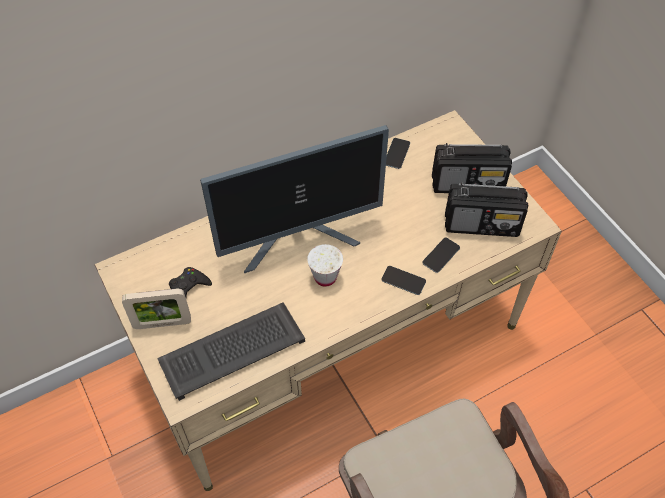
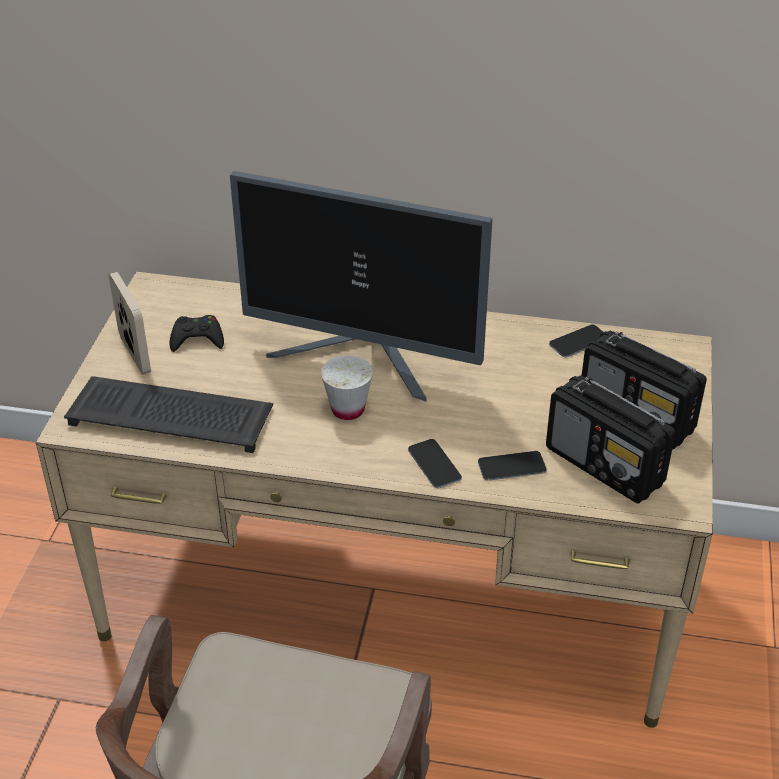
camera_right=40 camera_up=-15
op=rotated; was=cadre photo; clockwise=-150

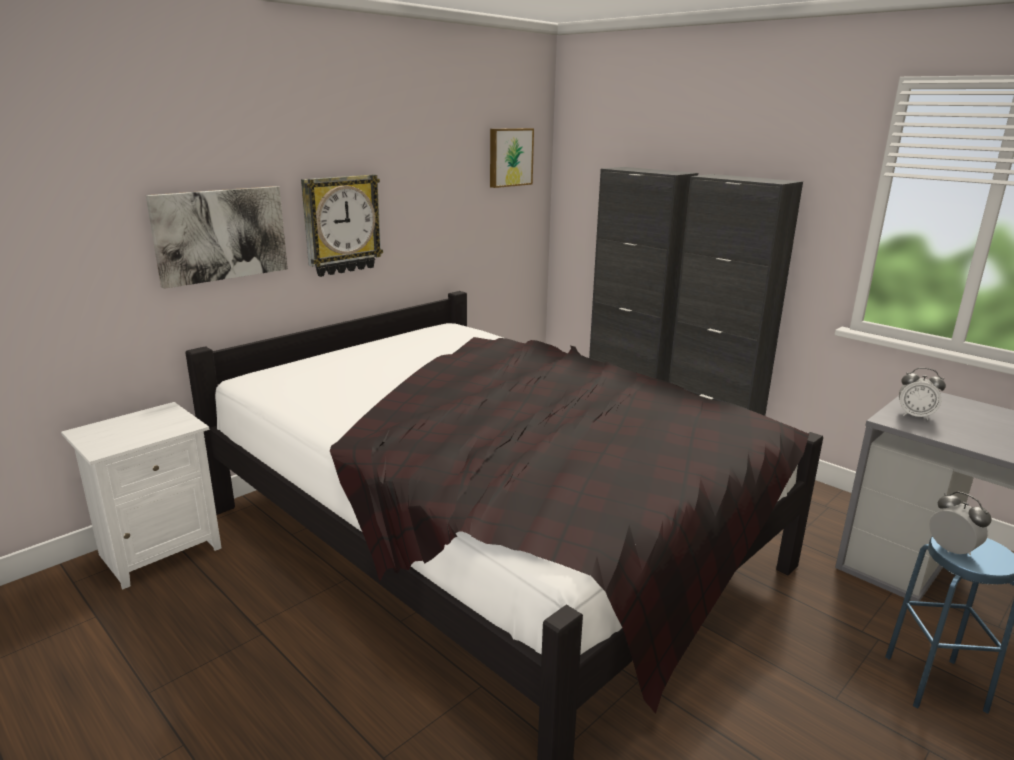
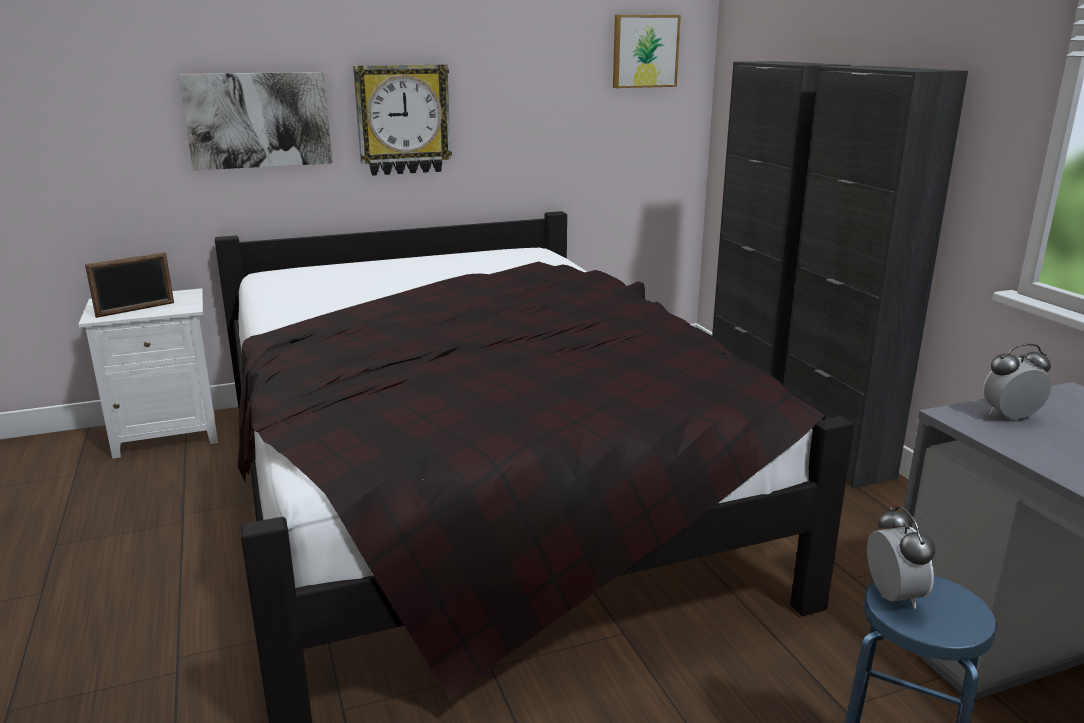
camera_right=25 camera_up=0
op=new; now=cadre photo
op=rotated; was=réveil (no. 1 from left in the first image); clockwise=120

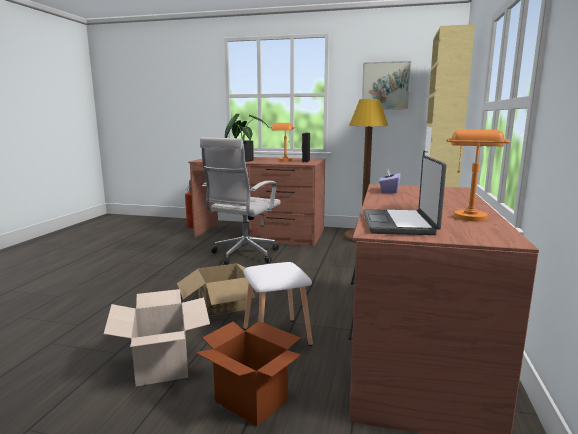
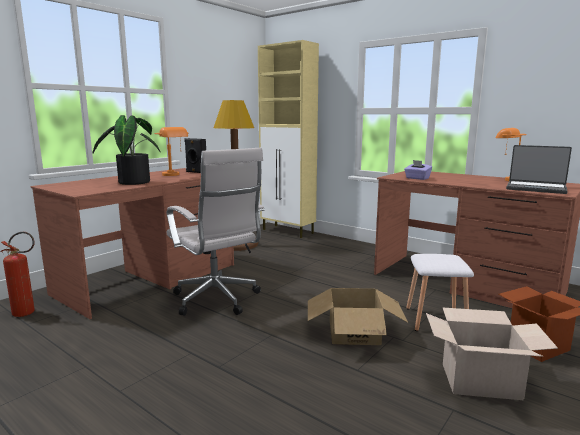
camera_right=-65 camera_up=0
op=gone; was=tableau

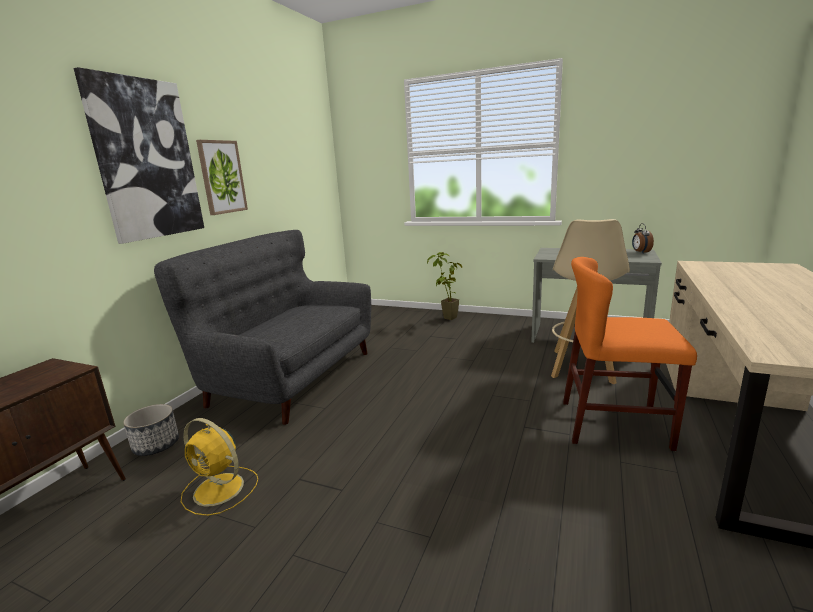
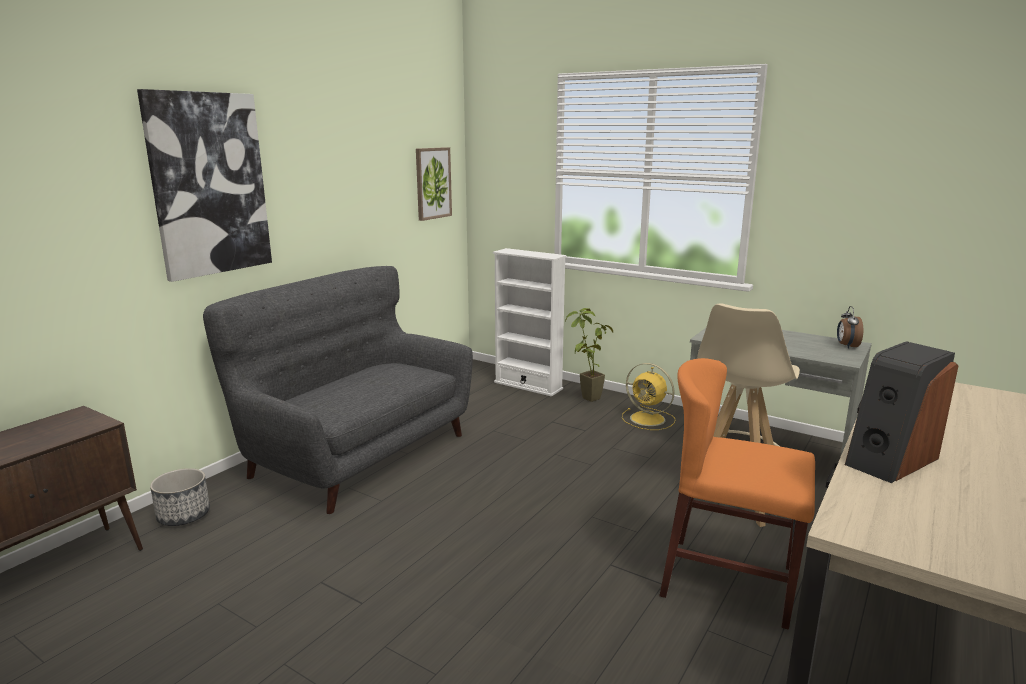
camera_right=10 camera_up=0
op=new; now=bibliothèque [blanc]
op=new; now=enceinte
op=shifted; was=ventilateur [jaune]
op=shifted; was=tableau (no. 2 from left)

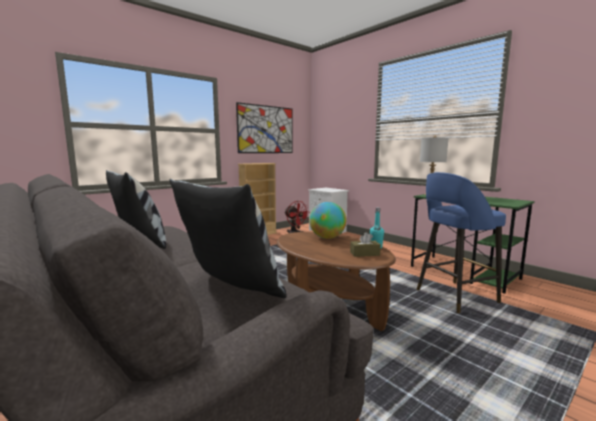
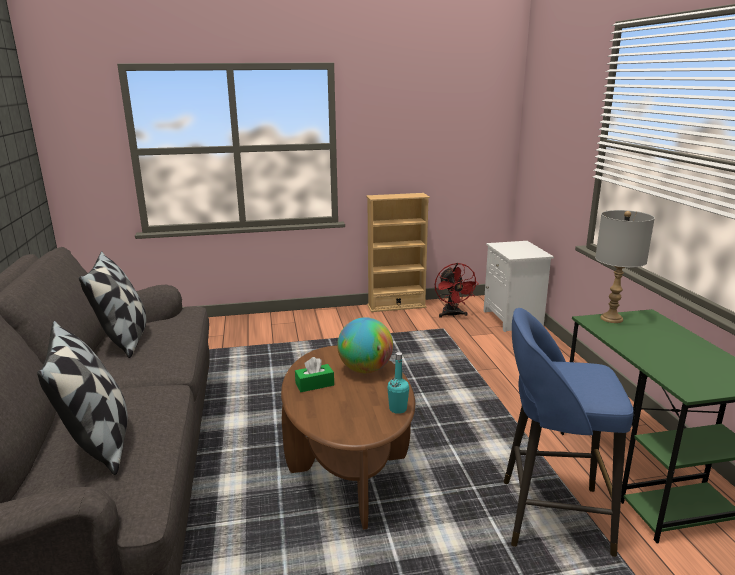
camera_right=30 camera_up=10
op=gone; was=tableau
op=gone; was=boîte à mouchoirs [marron]
op=new; now=boîte à mouchoirs [vert]

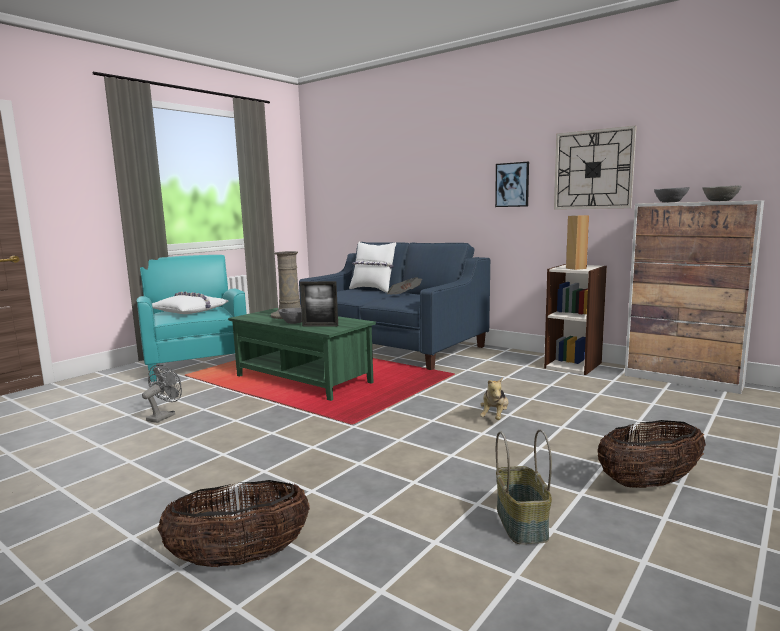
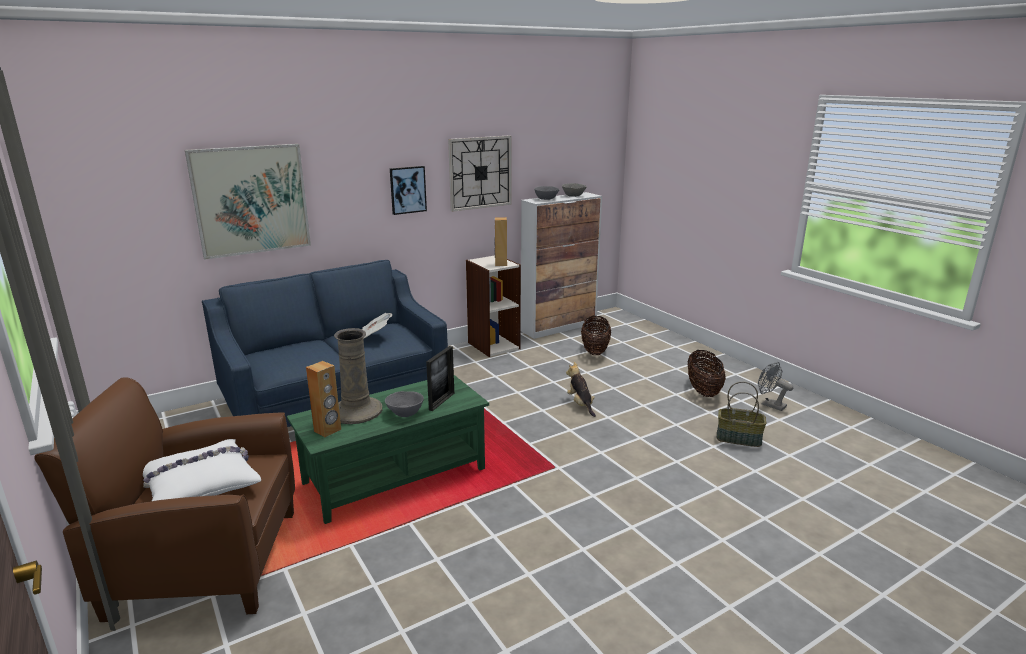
camera_right=-70 camera_up=10
op=gone; was=coussin [blanc] (no. 2 from left)
op=new; now=tableau (no. 1 from left)
op=new; now=enceinte [marron] (no. 1 from left)
op=shifted; was=ventilateur [gris]
op=shifted; was=panier (no. 1 from left)
op=repainted; was=fauteuil [turquoise]; now=fauteuil [marron]
op=rotated; was=peluche; clockwise=-150

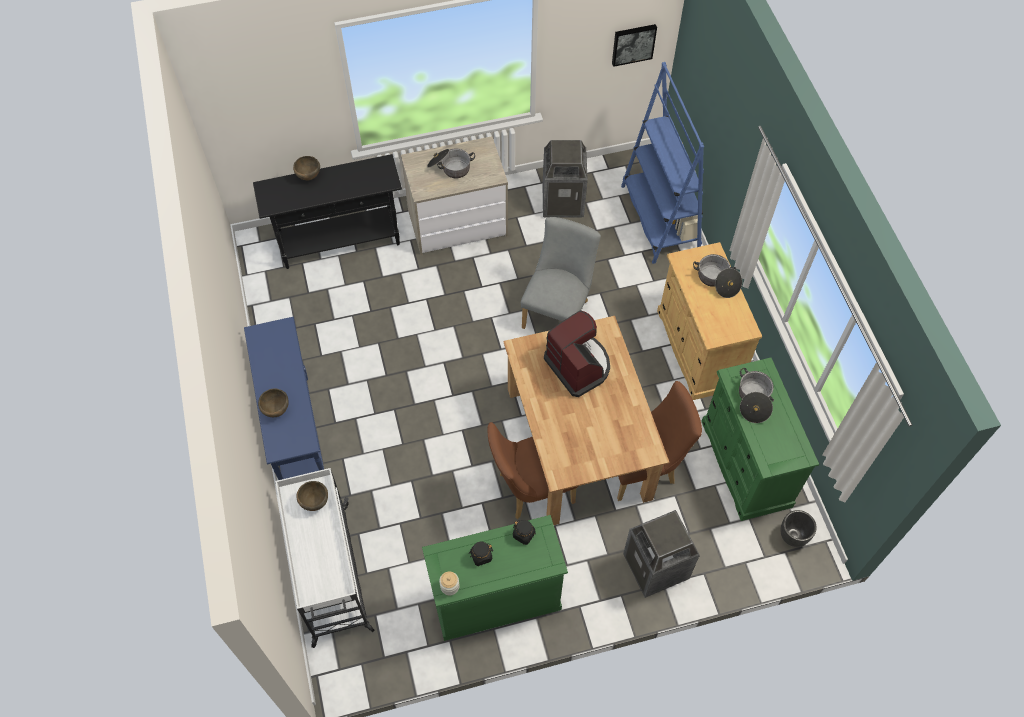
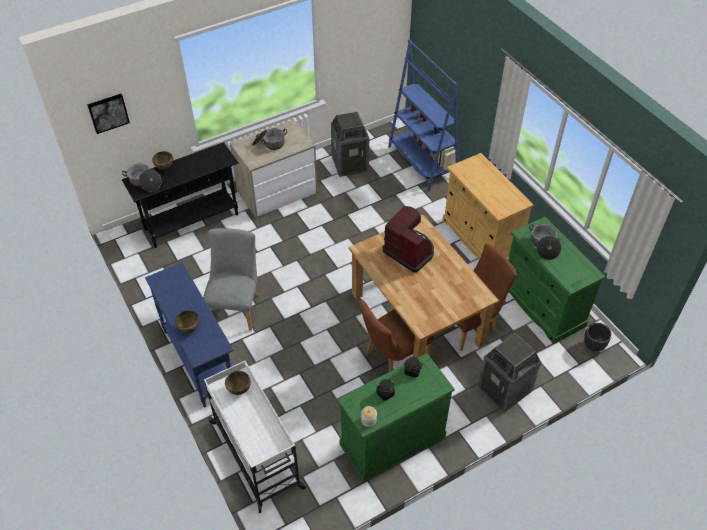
camera_right=-15 camera_up=-10
op=shifted; was=chaise [gris]
op=shifted; was=tableau
op=shifted; was=marmite (no. 2 from left in the first image); now=marmite (no. 1 from left)

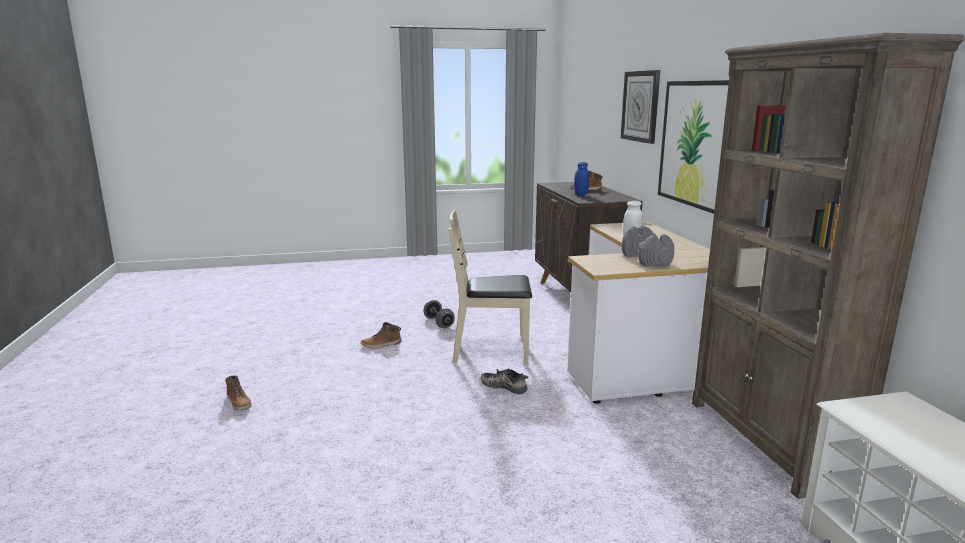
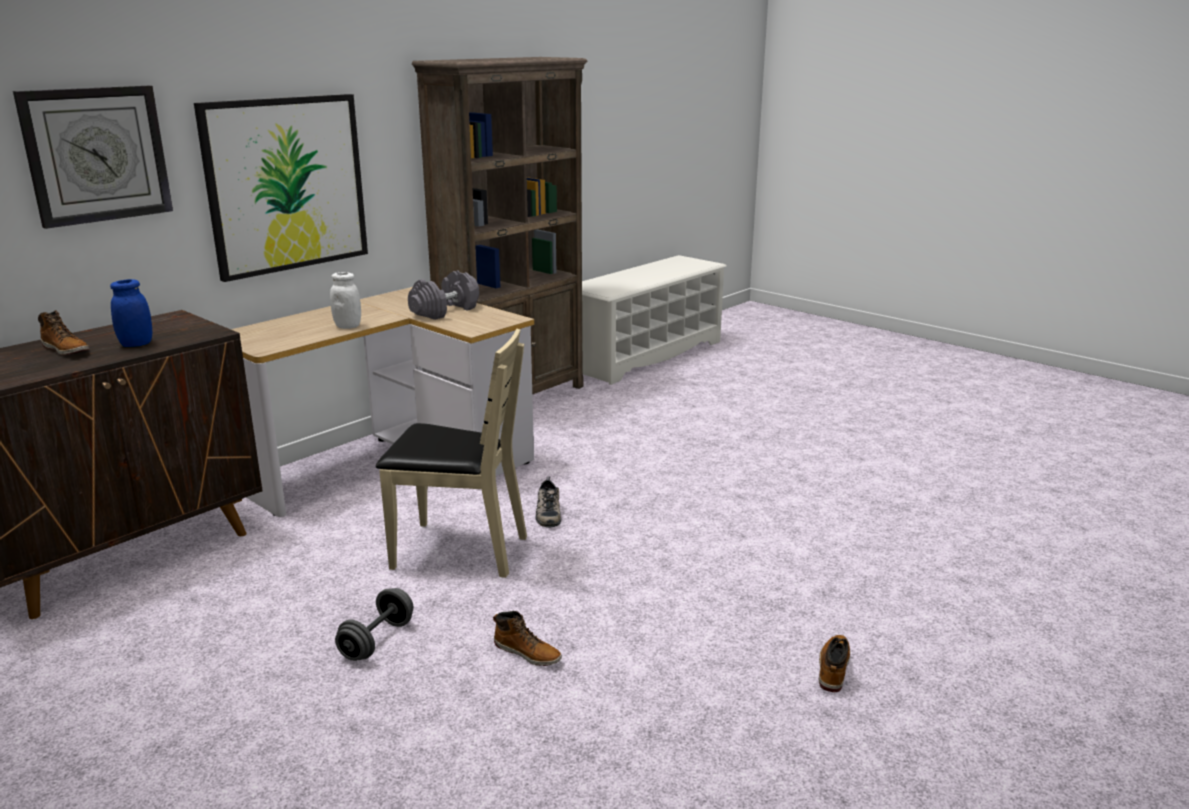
camera_right=-125 camera_up=5
op=rotated; was=chaise [beige]; clockwise=-45

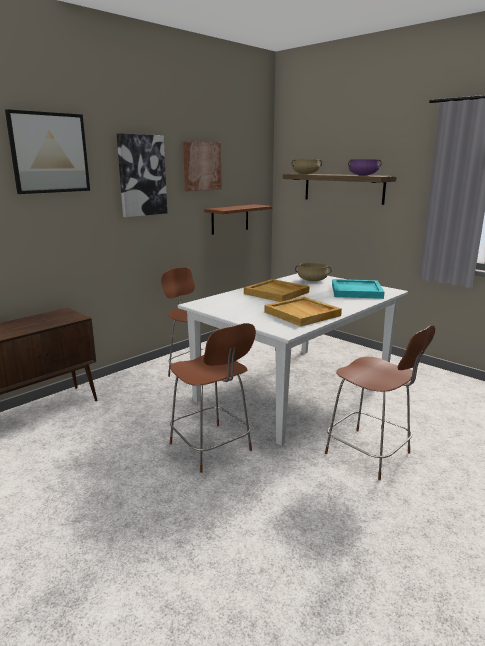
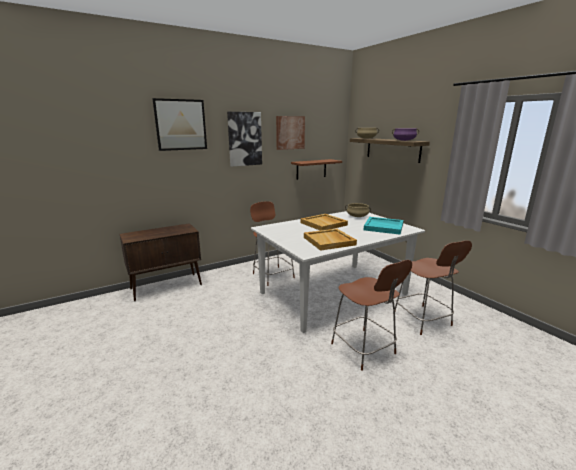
camera_right=15 camera_up=0
op=shifted; was=chaise [marron] (no. 2 from left in the first image); now=chaise [marron] (no. 3 from left)

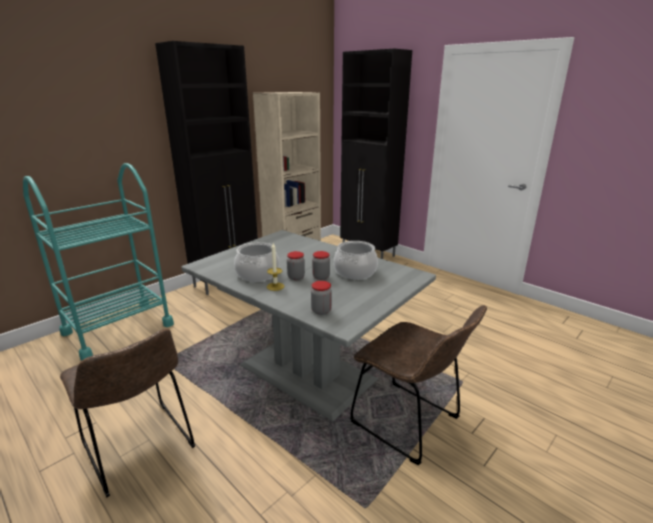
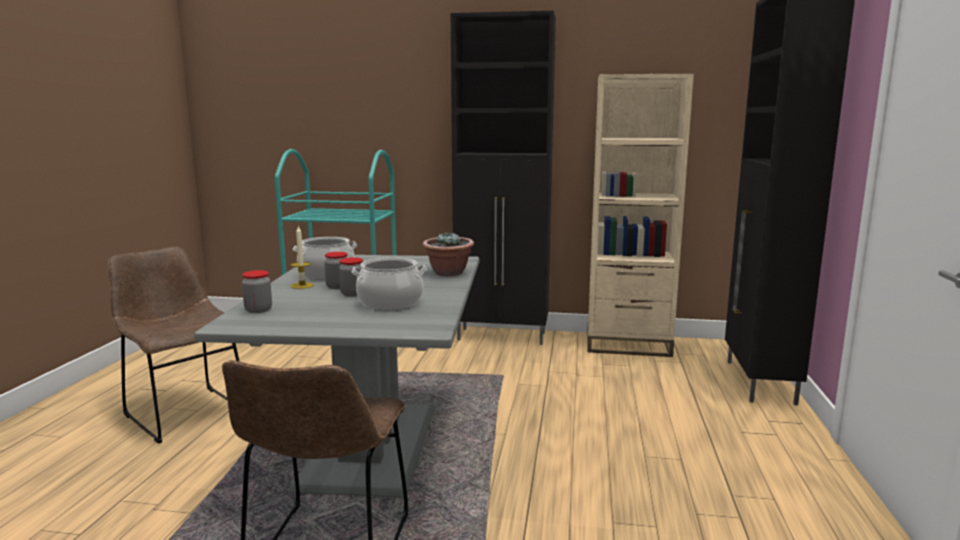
camera_right=55 camera_up=-10
op=new; now=plante en pot
op=rotated; was=chaise [marron] (no. 1 from left); clockwise=120

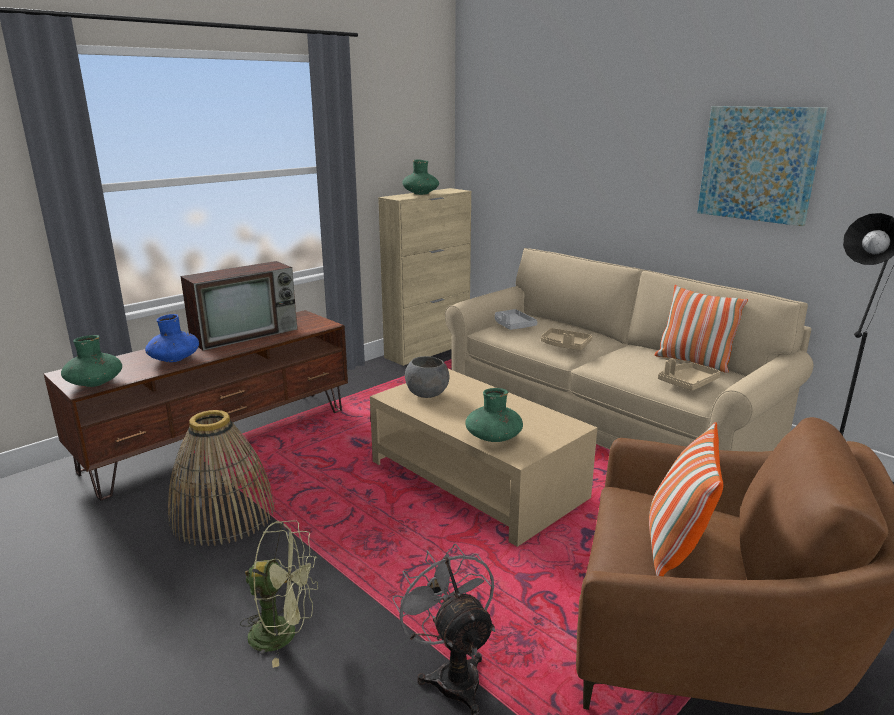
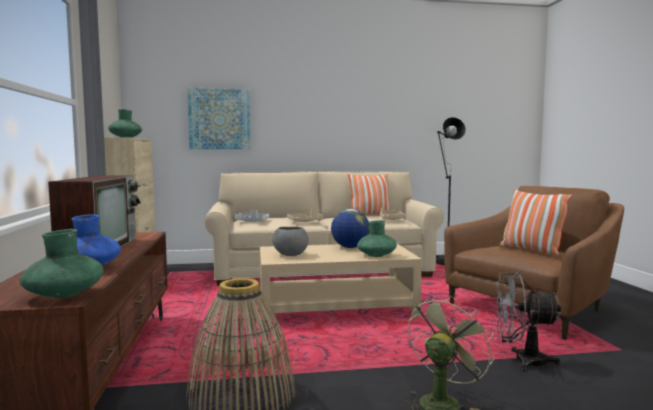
camera_right=-55 camera_up=-15
op=new; now=globe
op=shifted; was=tableau

